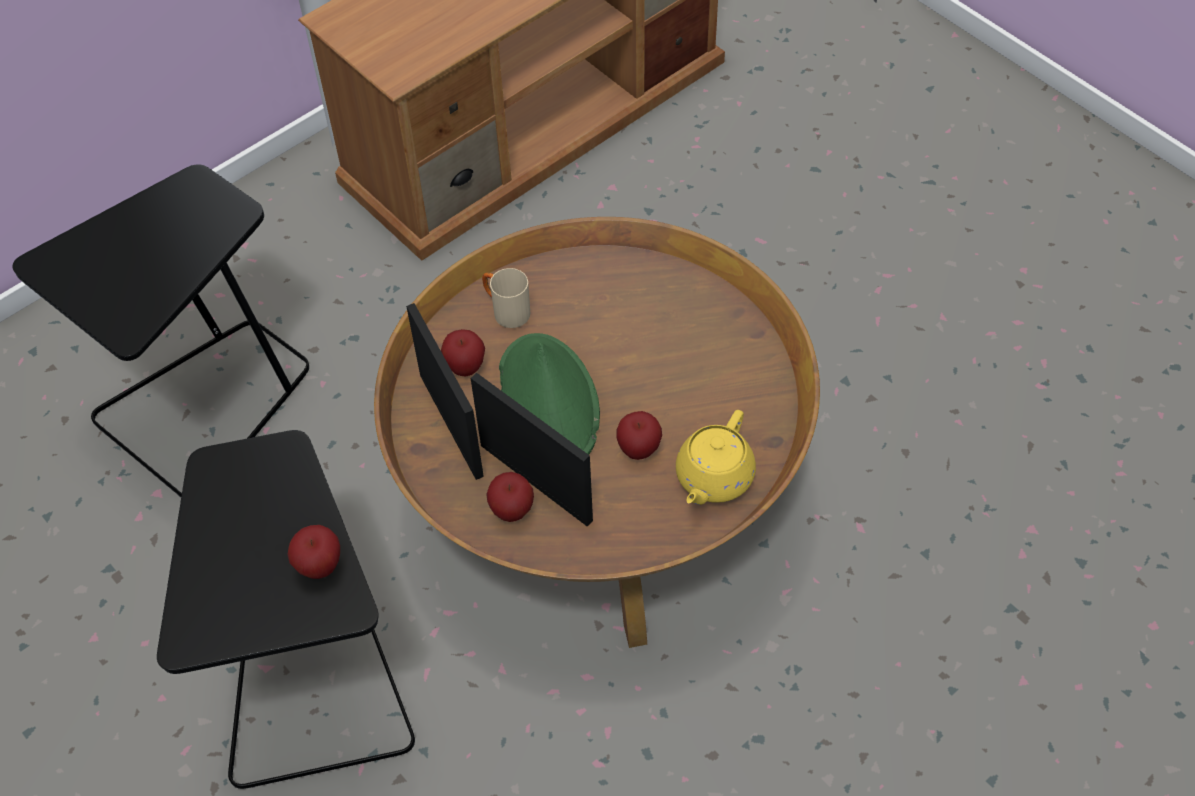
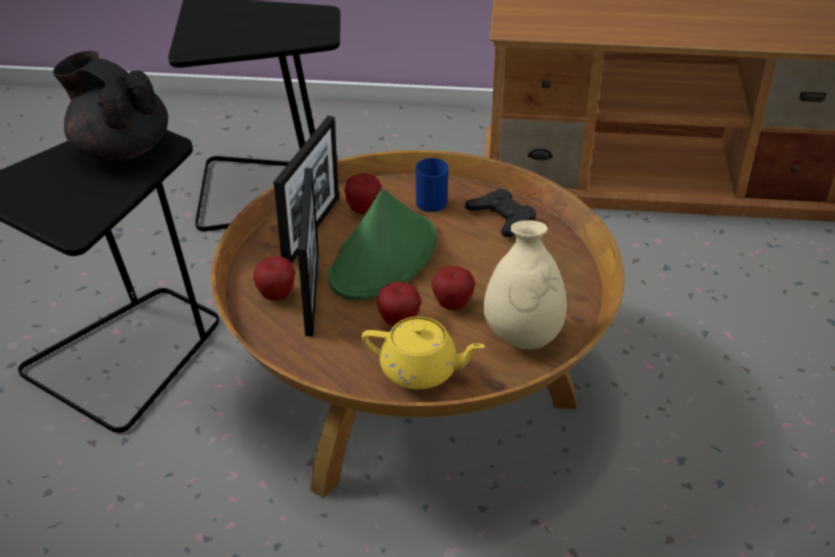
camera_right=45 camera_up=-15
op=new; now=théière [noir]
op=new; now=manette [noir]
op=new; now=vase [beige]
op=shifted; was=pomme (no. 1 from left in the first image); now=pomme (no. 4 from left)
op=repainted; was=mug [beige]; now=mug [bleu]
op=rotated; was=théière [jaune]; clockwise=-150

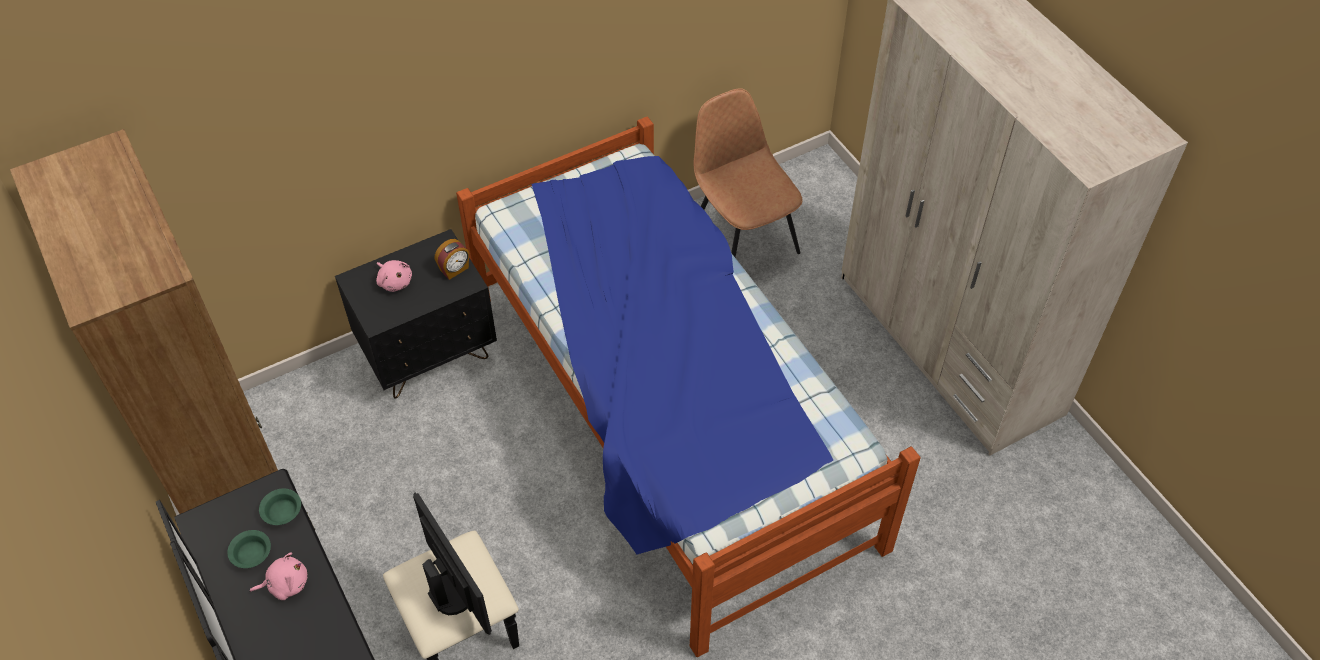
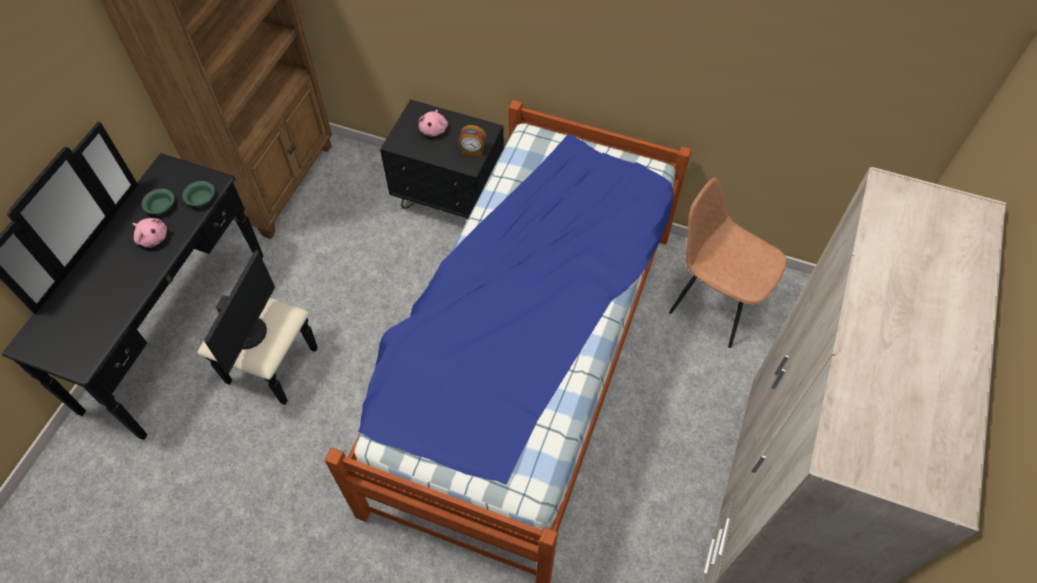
camera_right=50 camera_up=5
op=rotated; was=chaise [marron]; clockwise=-75

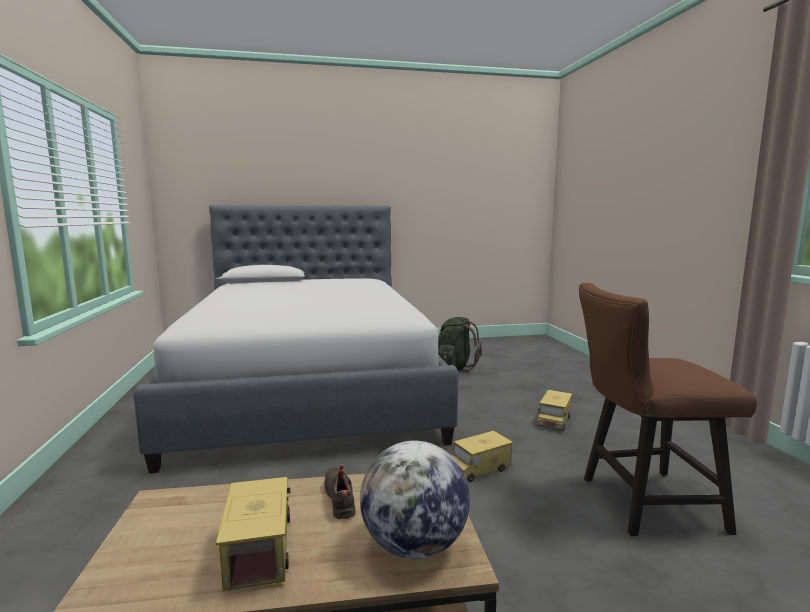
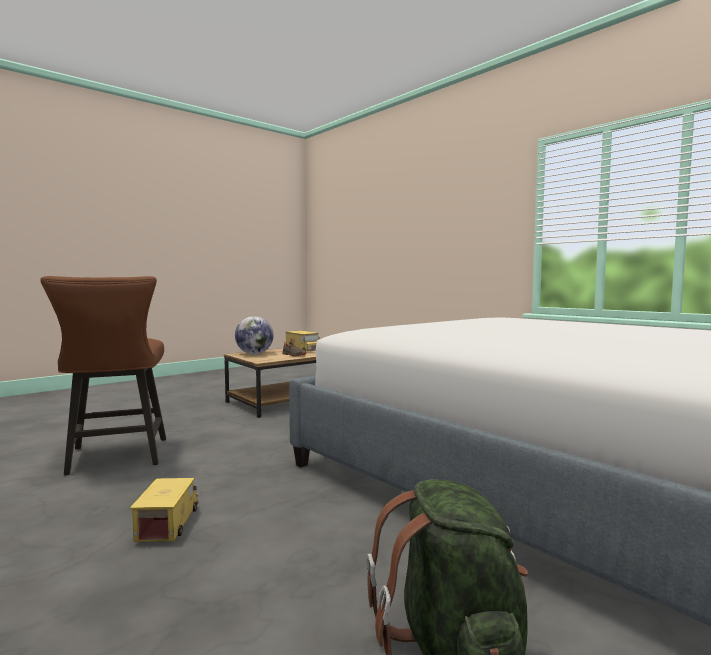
camera_right=150 camera_up=-5
op=gone; was=camion jouet (no. 2 from left)
op=rotated; was=chaise [marron]; clockwise=105

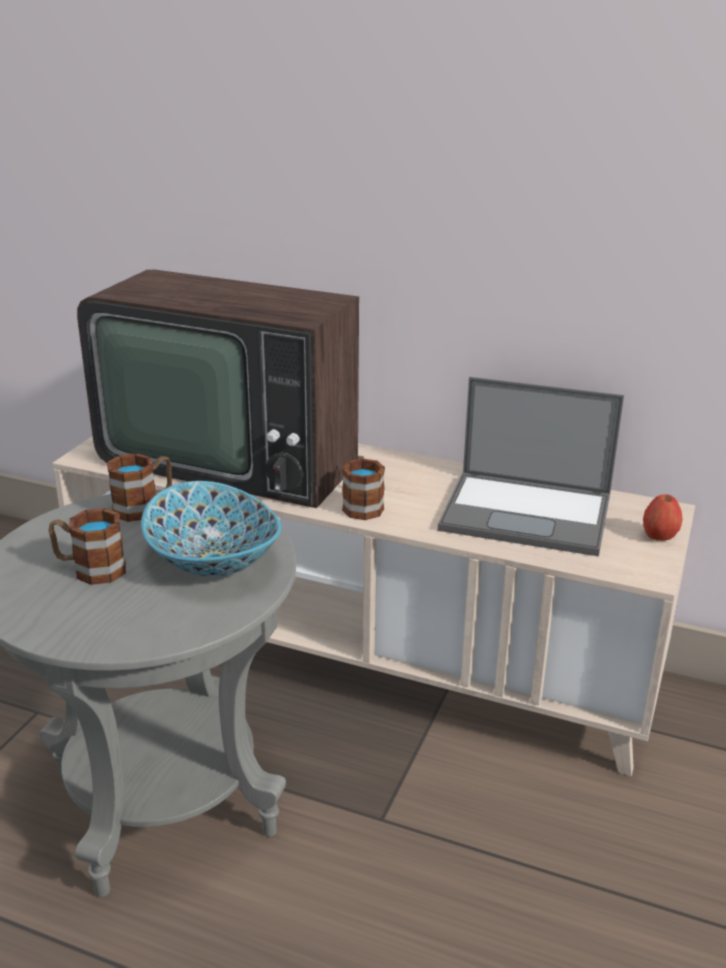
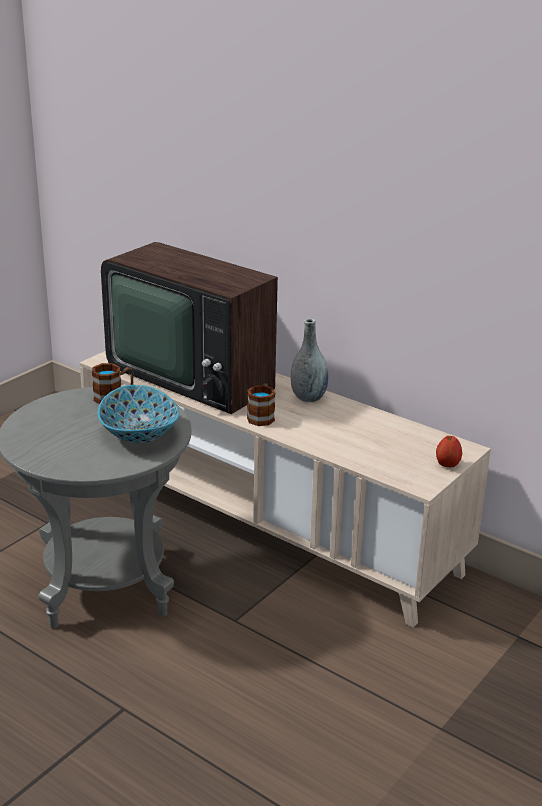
camera_right=15 camera_up=0
op=gone; was=mug (no. 1 from left)
op=gone; was=ordinateur portable
op=new; now=vase [gris]

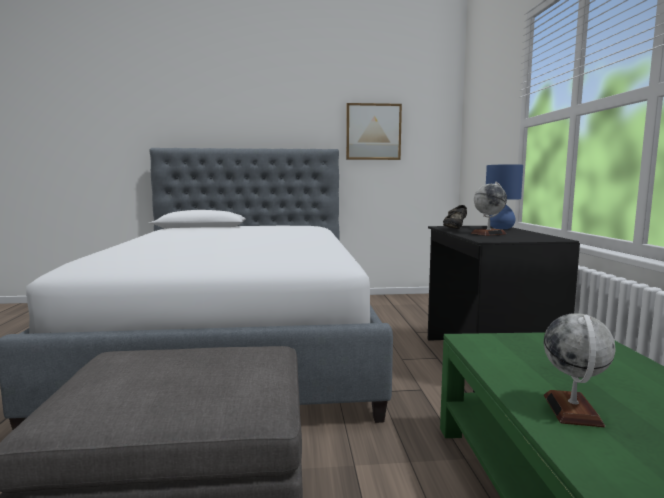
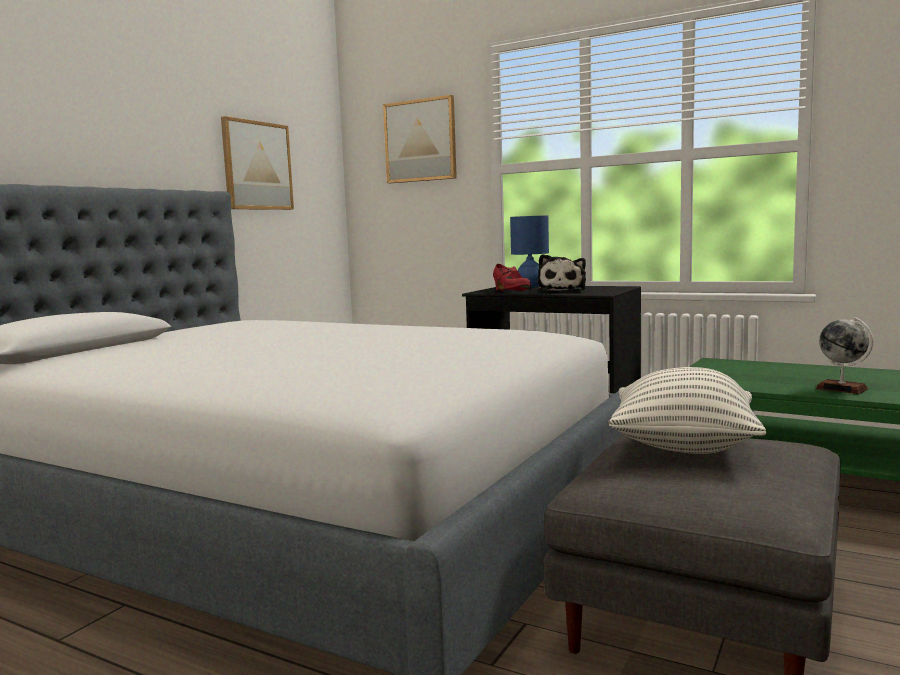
camera_right=-55 camera_up=0
op=new; now=tableau (no. 2 from left)
op=new; now=coussin
op=swapped; was=globe (no. 1 from left); now=peluche
op=repainted; was=chaussure [noir]; now=chaussure [rouge]

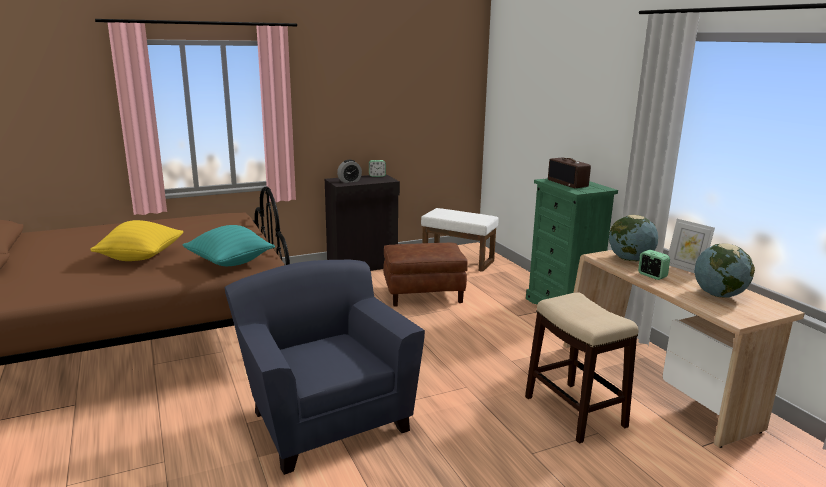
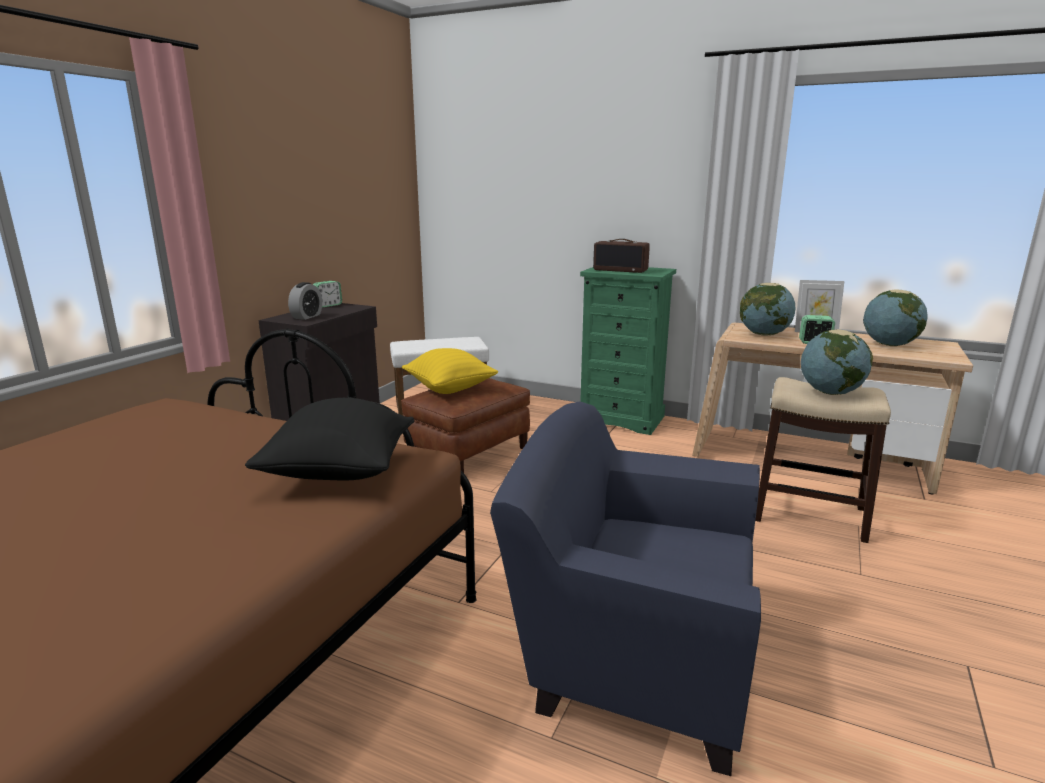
camera_right=-40 camera_up=0
op=new; now=globe (no. 2 from left)
op=shifted; was=coussin [jaune]
op=repainted; was=coussin [turquoise]; now=coussin [noir]

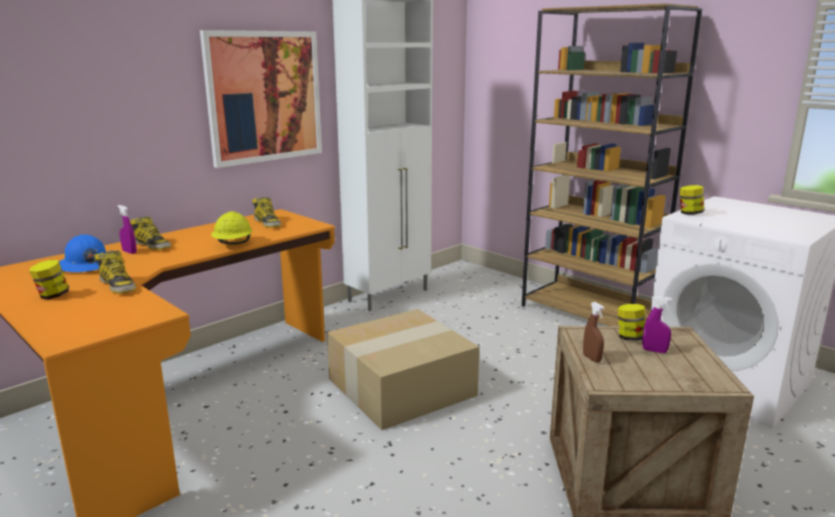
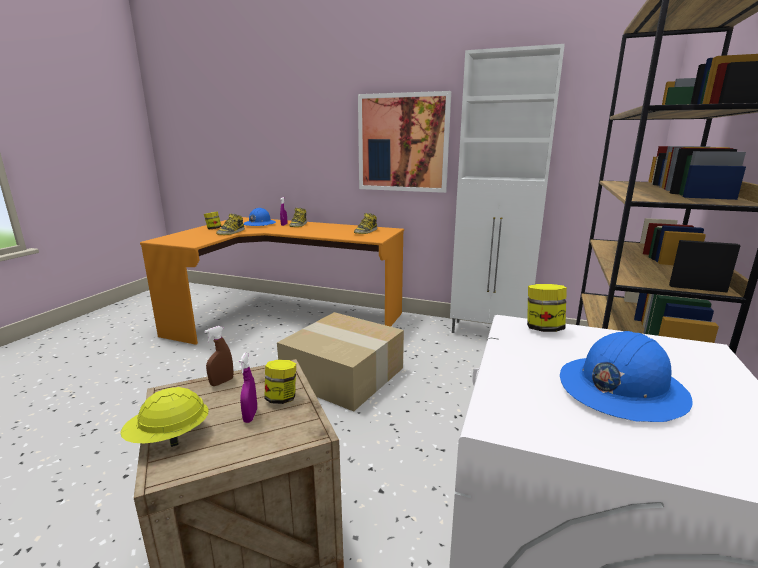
camera_right=65 camera_up=0
op=new; now=casque de chantier [bleu] (no. 2 from left)
op=shifted; was=casque de chantier [jaune]

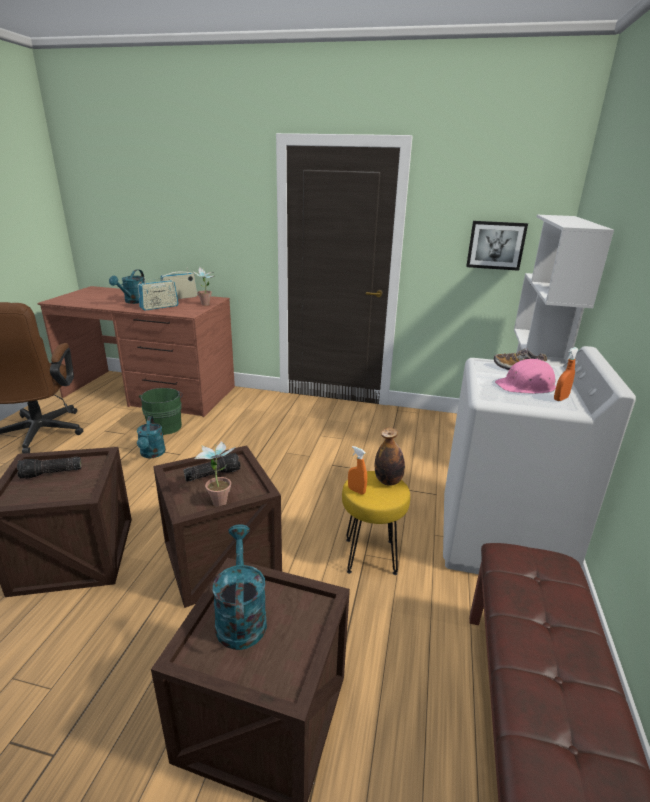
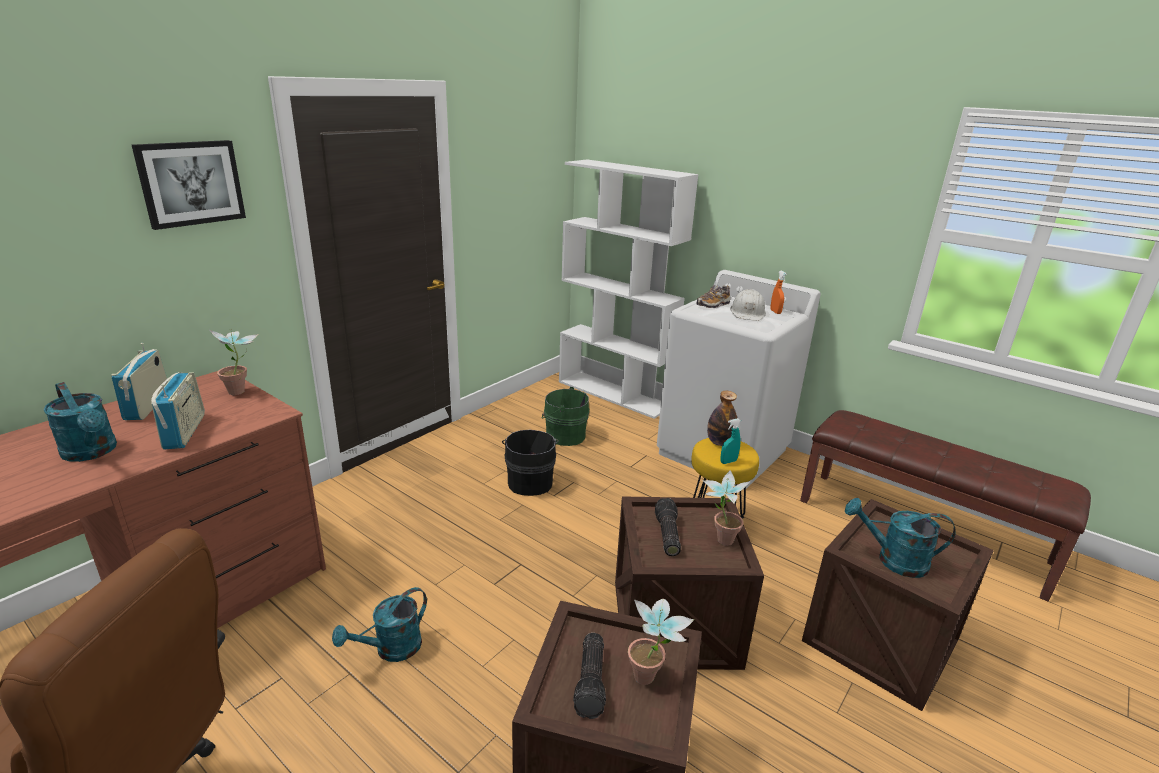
camera_right=-65 camera_up=0
op=new; now=seau [noir]
op=new; now=plante en pot (no. 2 from left)
op=shifted; was=seau [vert]
op=shifted; was=tableau
op=repainted; was=vaporisateur [orange] (no. 1 from left); now=vaporisateur [turquoise]
op=repainted; was=casque de chantier [rose]; now=casque de chantier [blanc]
op=rotated; was=arrosoir [turquoise] (no. 2 from left); clockwise=120

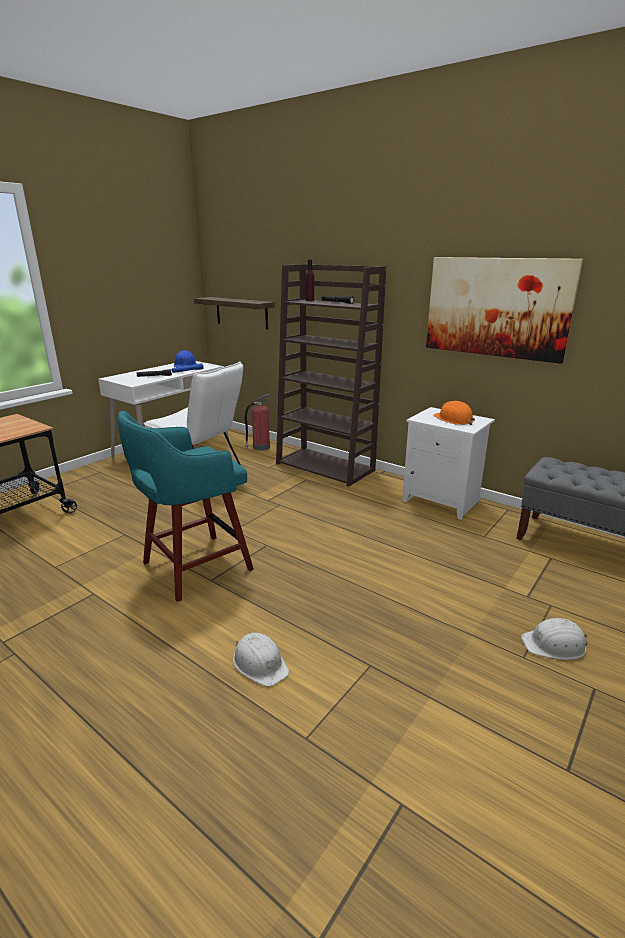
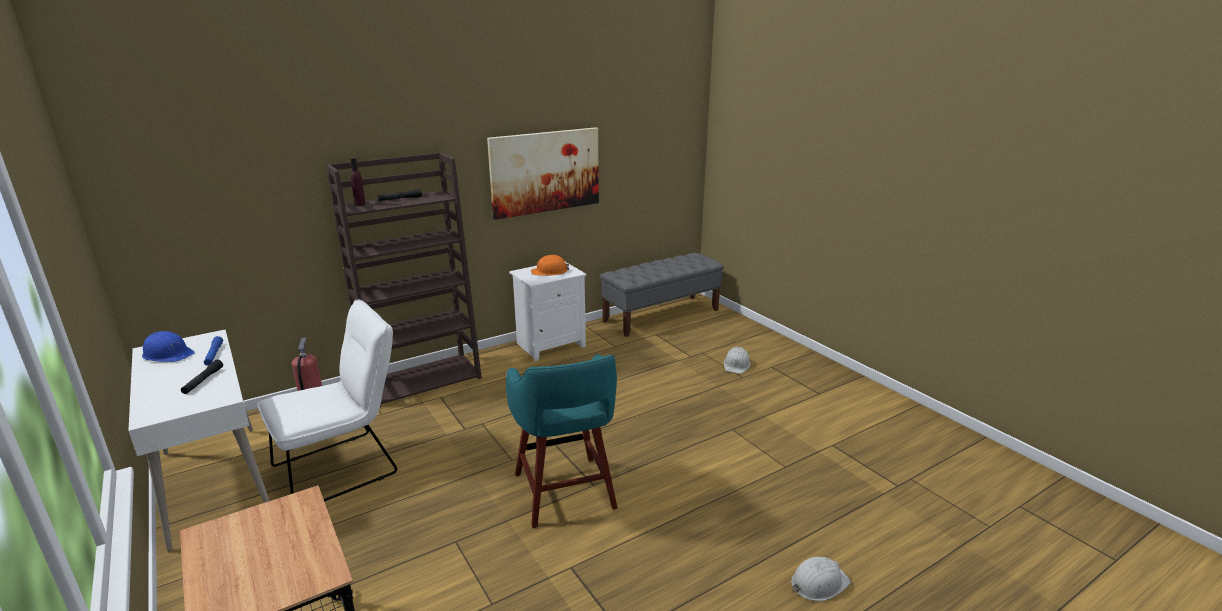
camera_right=-70 camera_up=0
op=gone; was=étagère
op=shifted; was=casque de chantier [blanc] (no. 1 from left in the first image); now=casque de chantier [blanc] (no. 2 from left)

